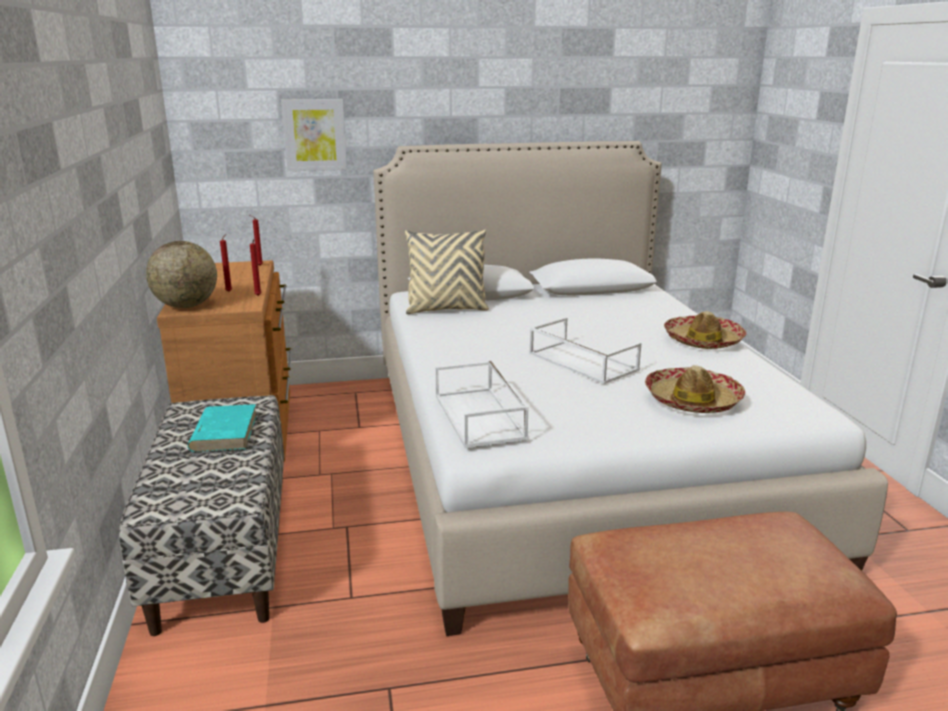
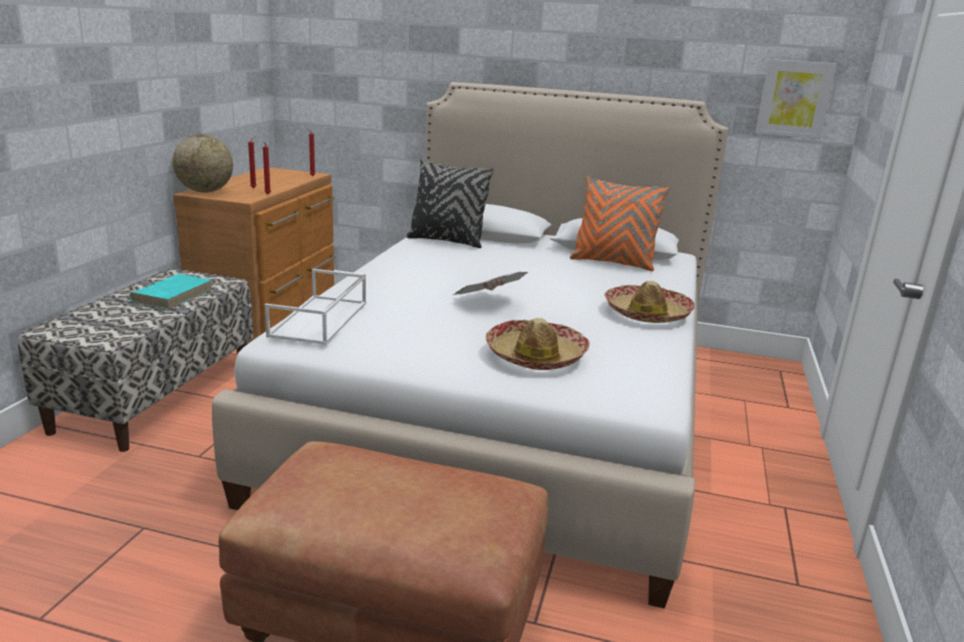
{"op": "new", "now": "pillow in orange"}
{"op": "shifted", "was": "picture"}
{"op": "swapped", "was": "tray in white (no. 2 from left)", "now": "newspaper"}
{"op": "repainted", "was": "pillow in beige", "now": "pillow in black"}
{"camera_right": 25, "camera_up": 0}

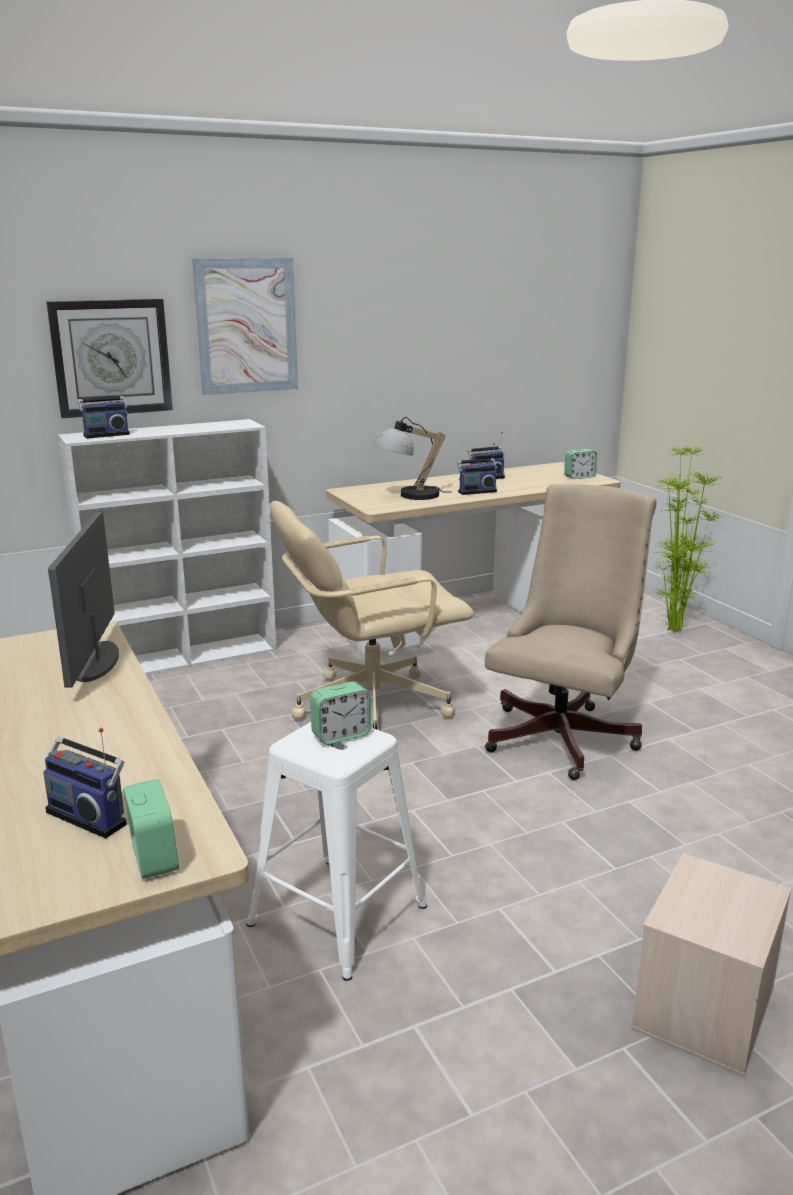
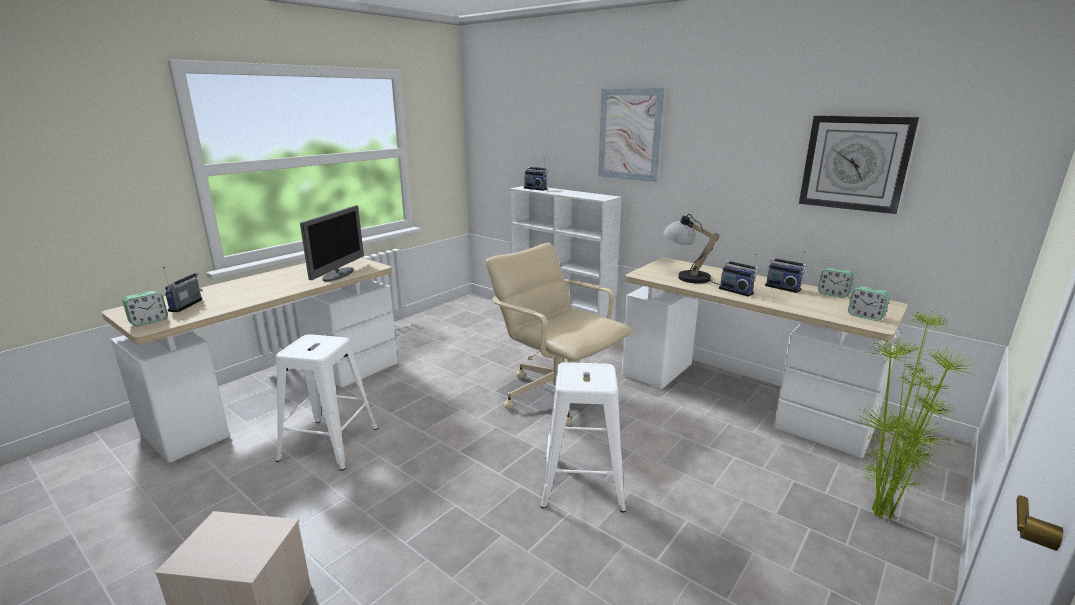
{"op": "shifted", "was": "wall clock"}
{"op": "shifted", "was": "alarm clock (no. 2 from left)"}
{"op": "swapped", "was": "office chair in beige (no. 2 from left)", "now": "stool in white (no. 2 from left)"}
{"op": "rotated", "was": "monitor", "clockwise": 135}
{"camera_right": 65, "camera_up": 0}

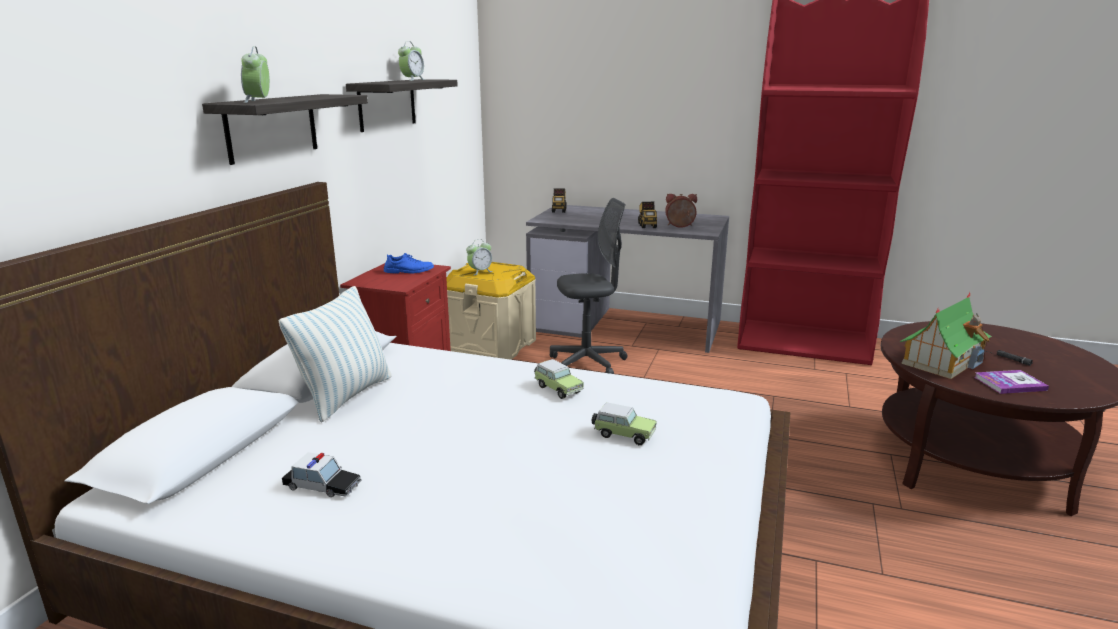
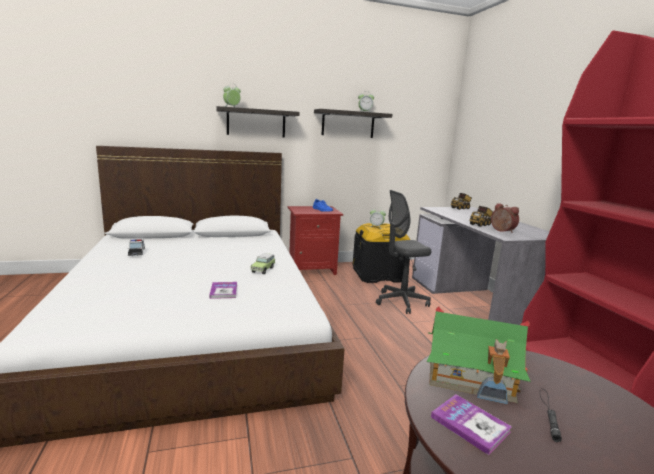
{"op": "gone", "was": "pillow"}
{"op": "swapped", "was": "toy car (no. 3 from left)", "now": "book (no. 1 from left)"}
{"op": "repainted", "was": "storage box in beige", "now": "storage box in black"}
{"op": "rotated", "was": "office chair in grey", "clockwise": 120}
{"camera_right": 55, "camera_up": -5}

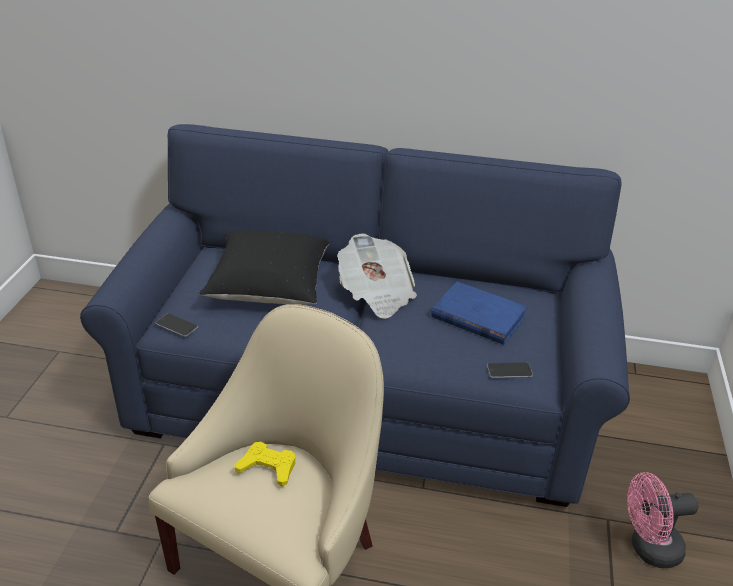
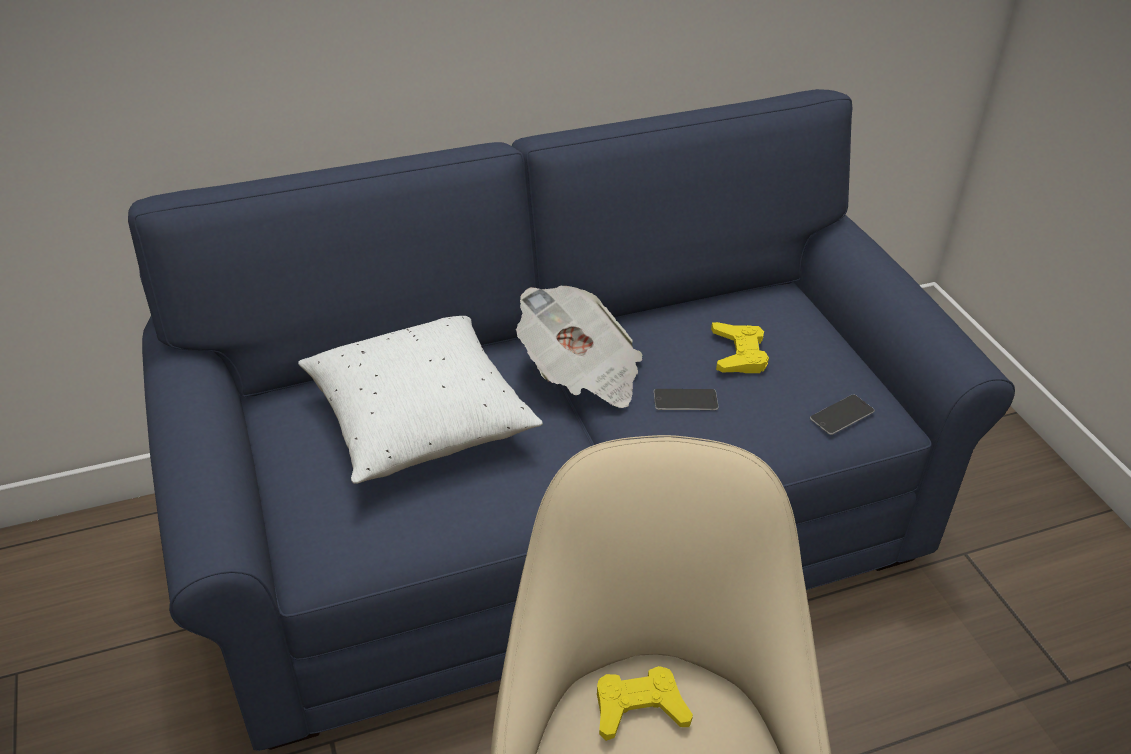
{"op": "gone", "was": "fan in pink"}
{"op": "shifted", "was": "phone (no. 1 from left)"}
{"op": "swapped", "was": "book in blue", "now": "game controller in yellow (no. 2 from left)"}
{"op": "repainted", "was": "pillow in black", "now": "pillow in white"}
{"camera_right": -30, "camera_up": 5}

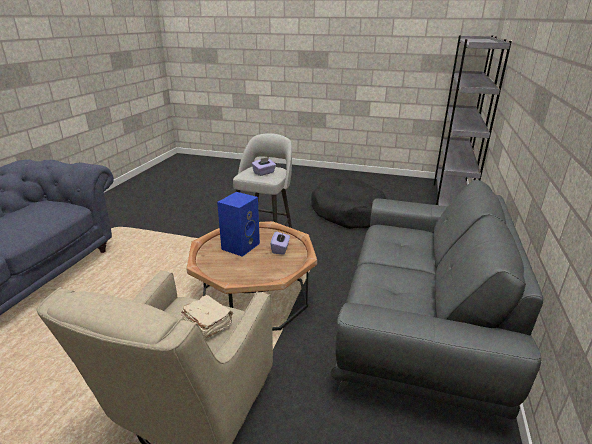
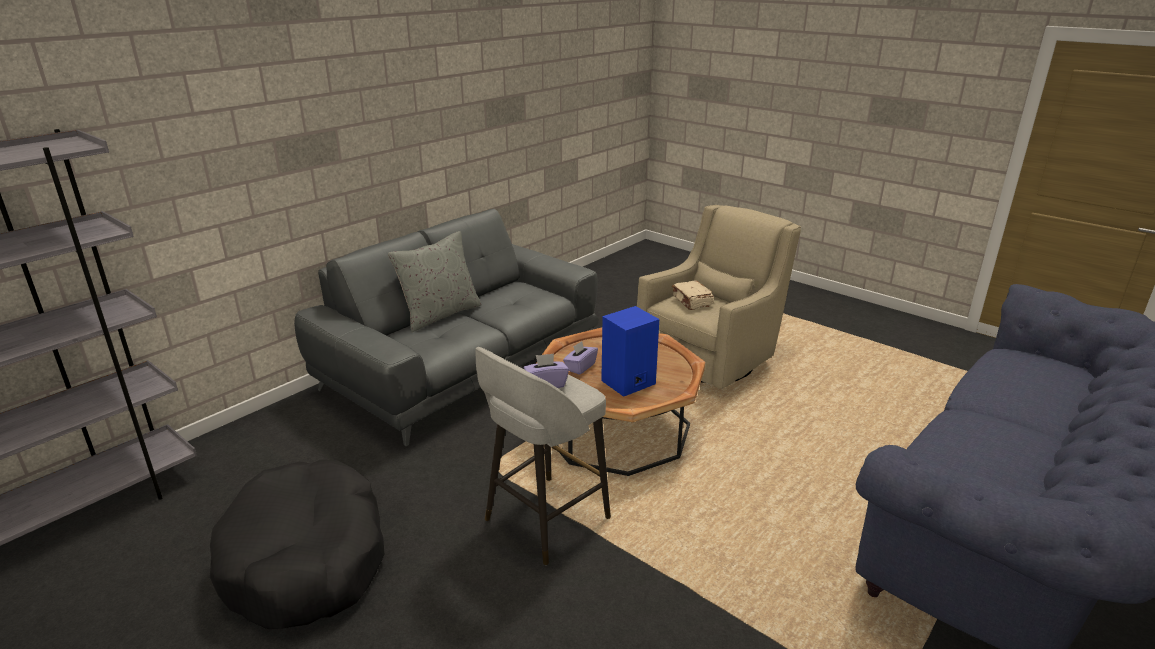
{"op": "new", "now": "pillow in grey"}
{"camera_right": -155, "camera_up": 0}

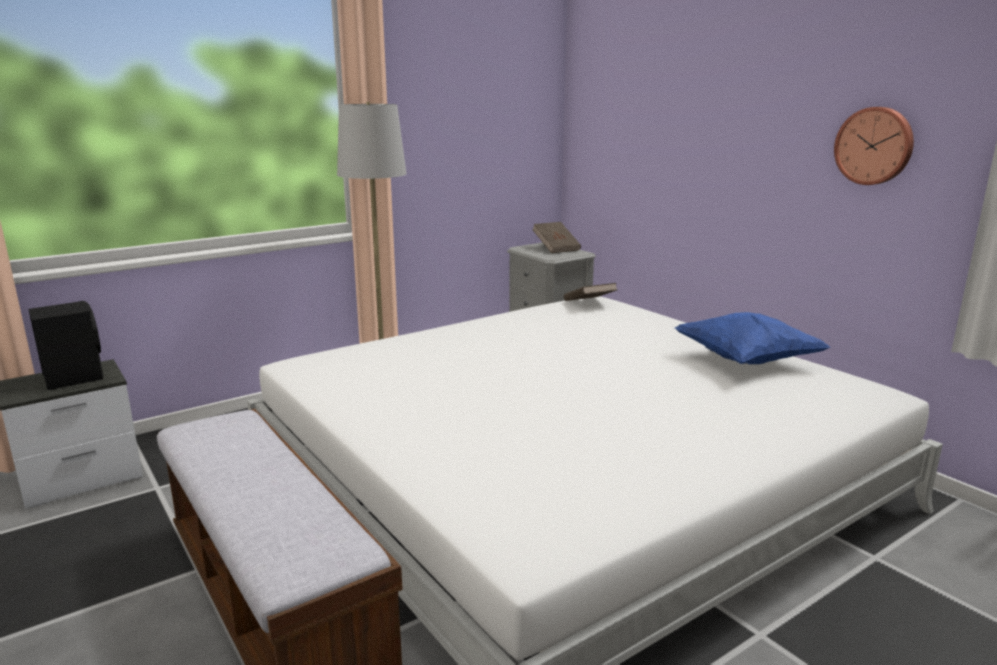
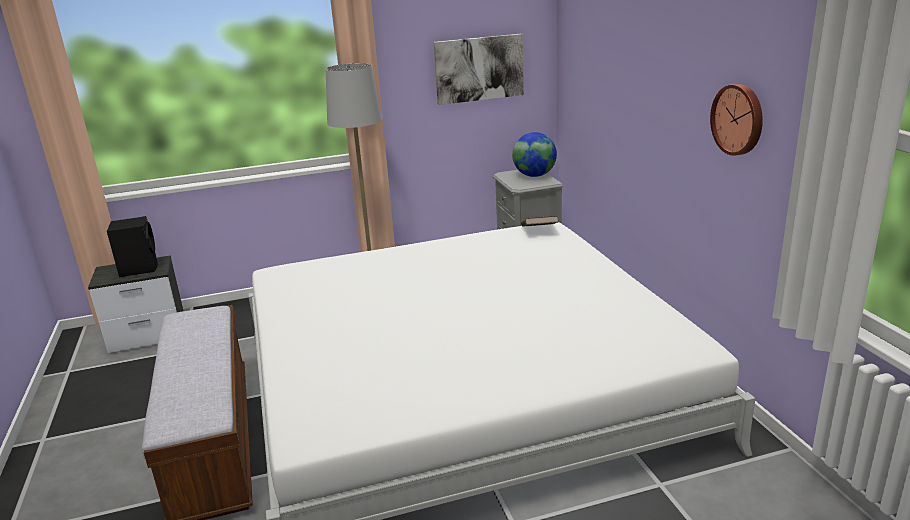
{"op": "gone", "was": "pillow in blue"}
{"op": "new", "now": "picture"}
{"op": "swapped", "was": "book in brown (no. 1 from left)", "now": "globe"}
{"camera_right": 20, "camera_up": 5}

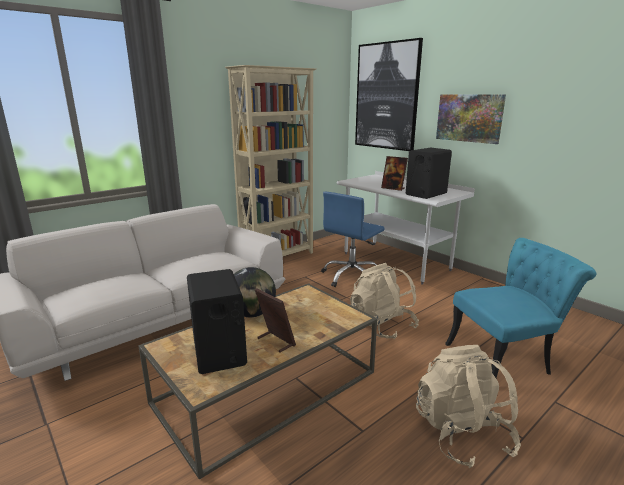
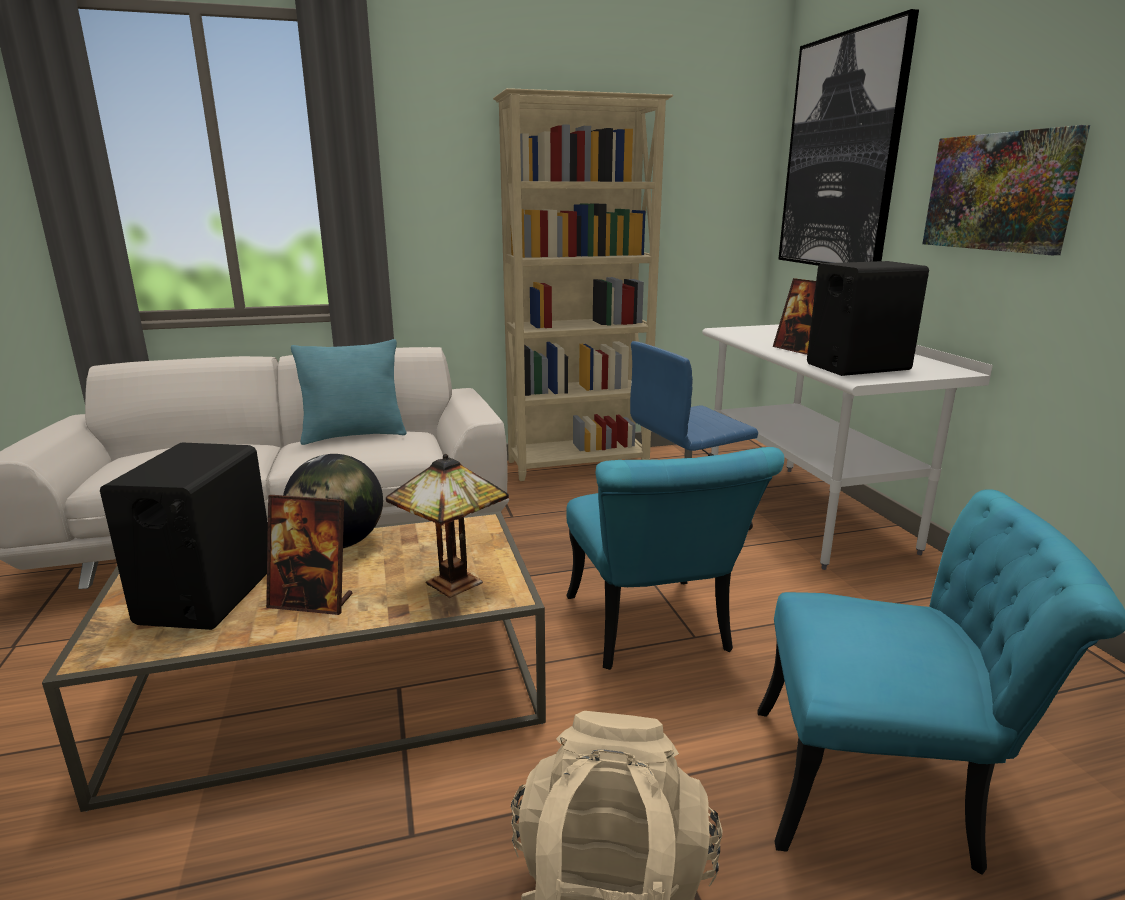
{"op": "new", "now": "pillow in turquoise"}
{"op": "new", "now": "table lamp"}
{"op": "swapped", "was": "backpack in beige (no. 1 from left)", "now": "chair in turquoise (no. 1 from left)"}
{"op": "rotated", "was": "picture frame (no. 1 from left)", "clockwise": 120}
{"camera_right": 25, "camera_up": 0}

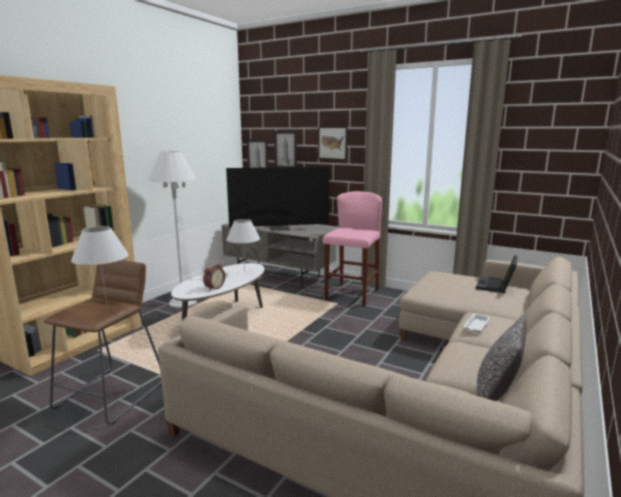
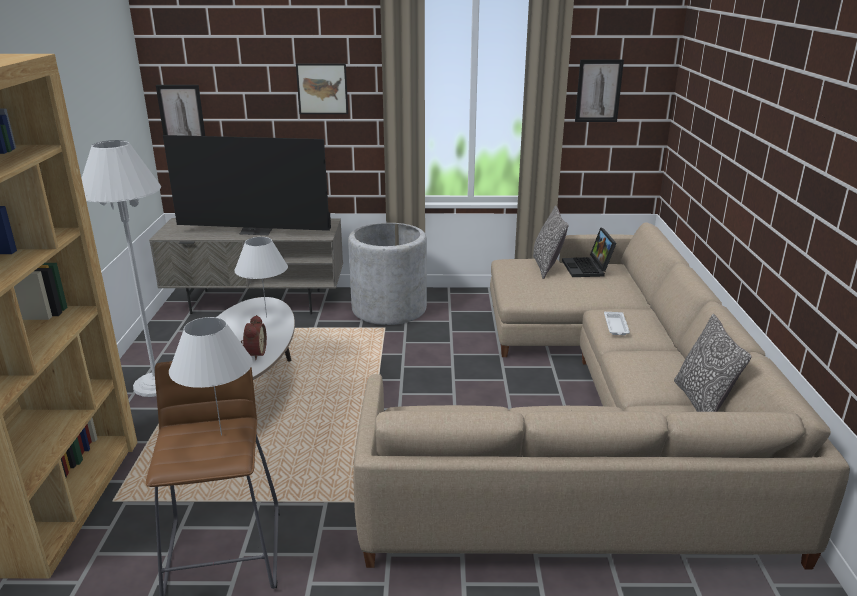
{"op": "new", "now": "pillow (no. 1 from left)"}
{"op": "shifted", "was": "picture (no. 2 from left in the first image)", "now": "picture (no. 3 from left)"}
{"op": "swapped", "was": "stool in pink", "now": "planter in grey"}
{"op": "rotated", "was": "television", "clockwise": 45}
{"camera_right": -30, "camera_up": 10}

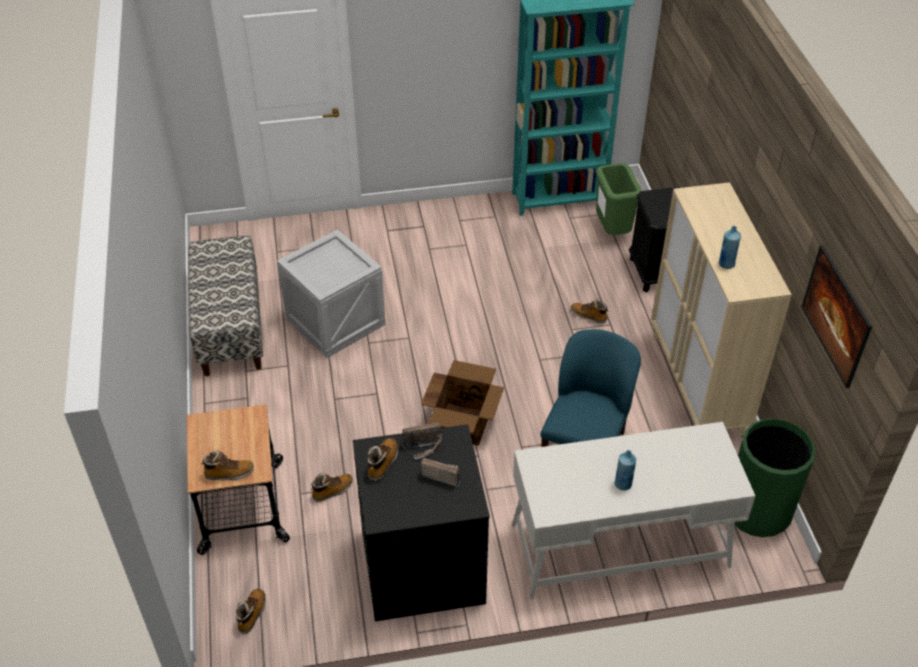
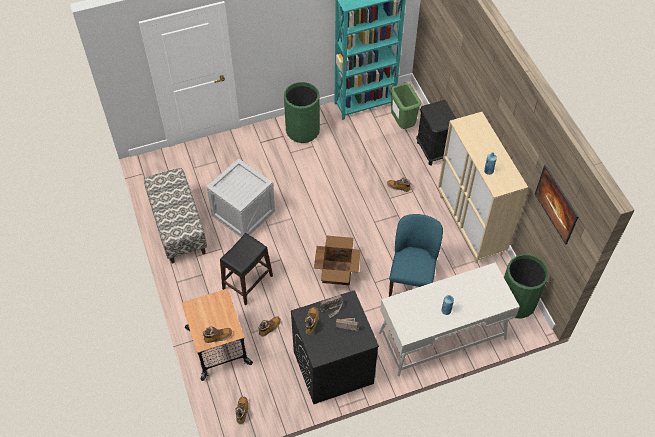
{"op": "new", "now": "stool in black"}
{"op": "new", "now": "trash can in green (no. 1 from left)"}
{"camera_right": -10, "camera_up": 10}

